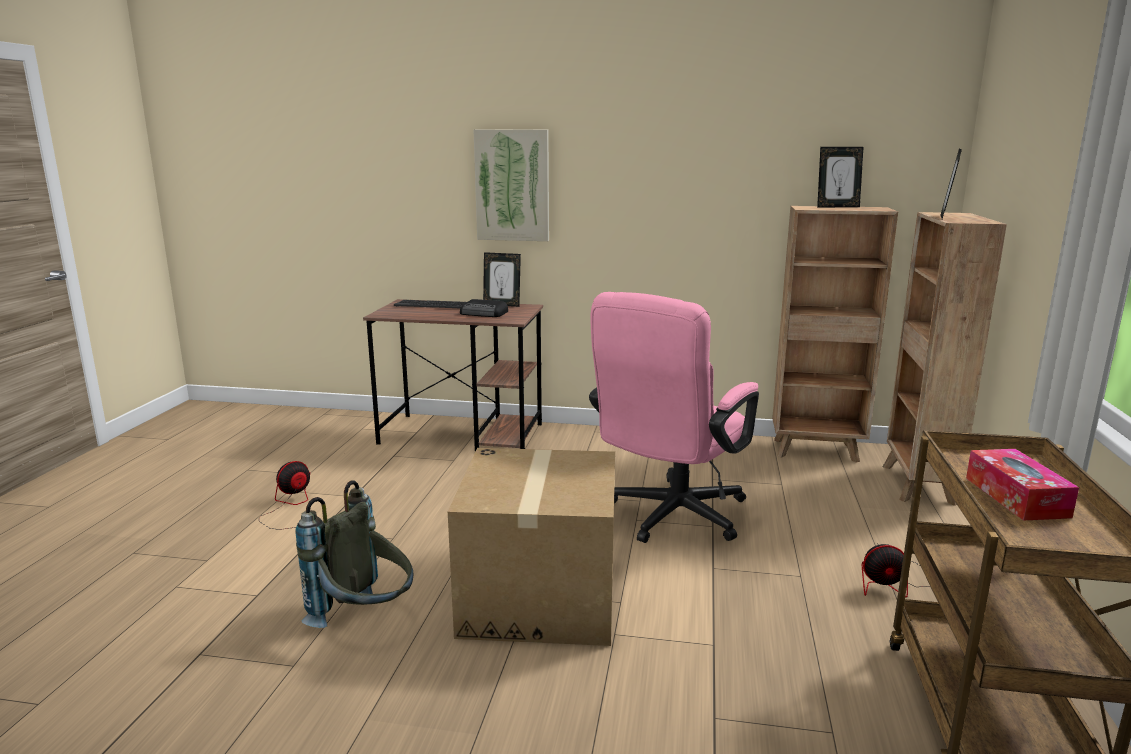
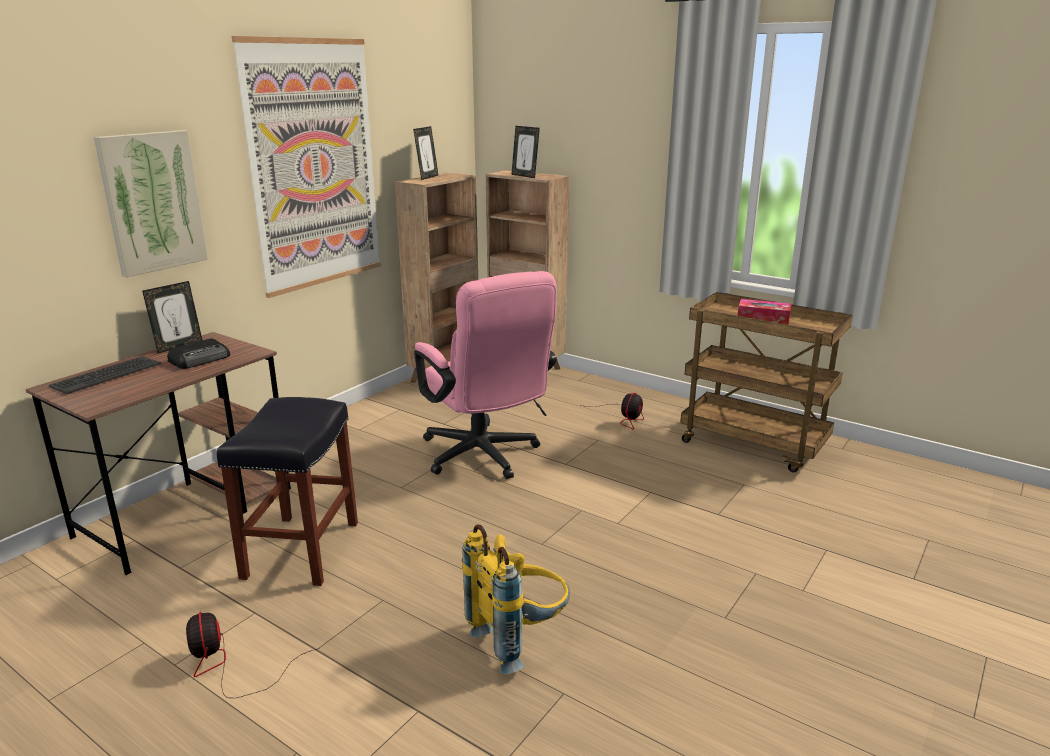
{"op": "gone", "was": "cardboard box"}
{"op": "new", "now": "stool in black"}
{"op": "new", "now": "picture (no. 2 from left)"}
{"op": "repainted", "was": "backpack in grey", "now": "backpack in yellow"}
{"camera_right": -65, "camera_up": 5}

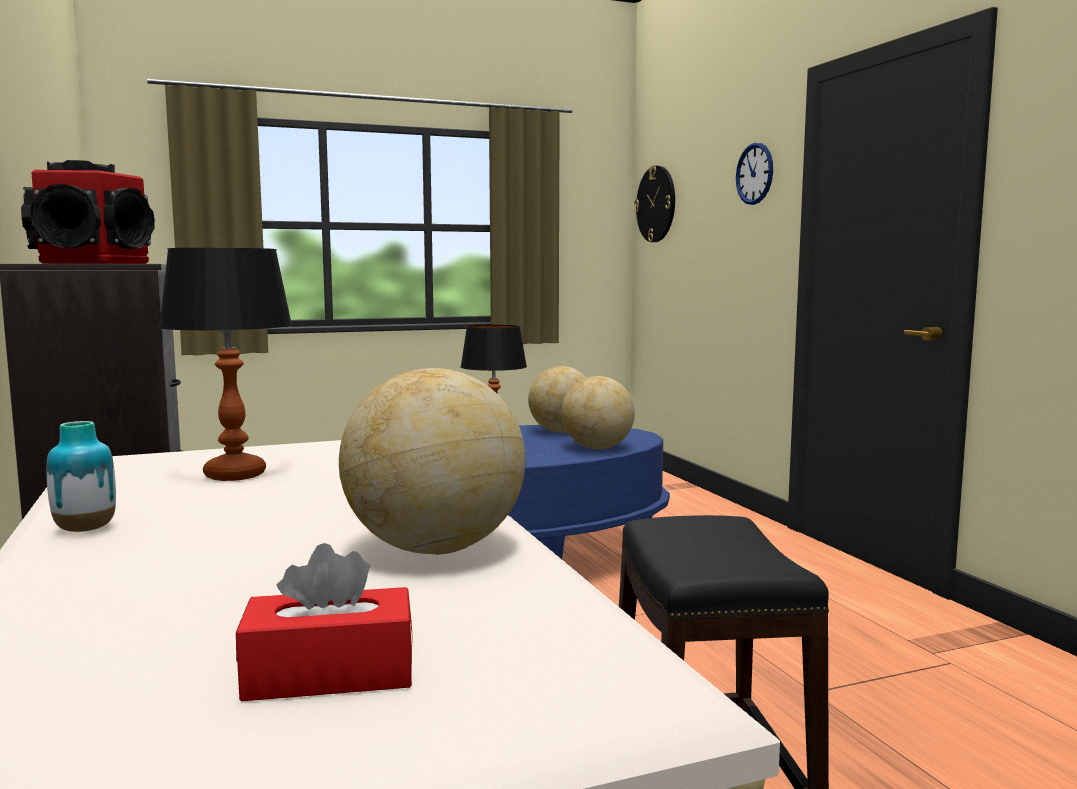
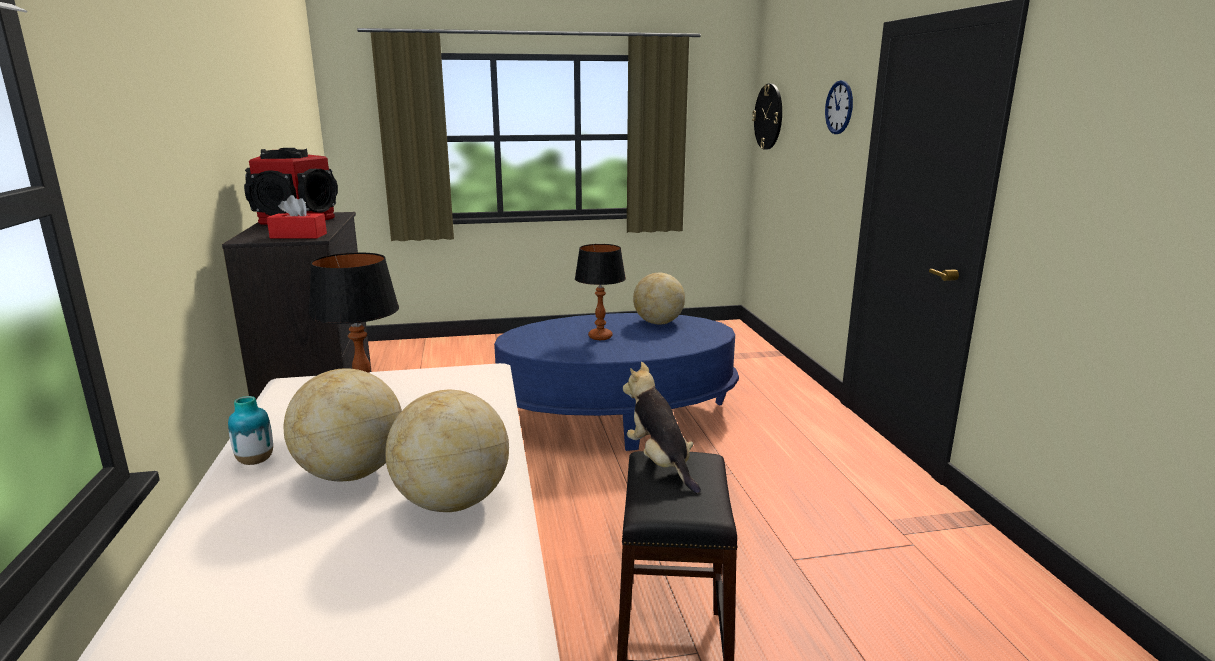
{"op": "new", "now": "plush toy"}
{"op": "shifted", "was": "tissue box in red"}
{"op": "shifted", "was": "globe (no. 3 from left in the first image)", "now": "globe (no. 1 from left)"}
{"camera_right": 10, "camera_up": 10}

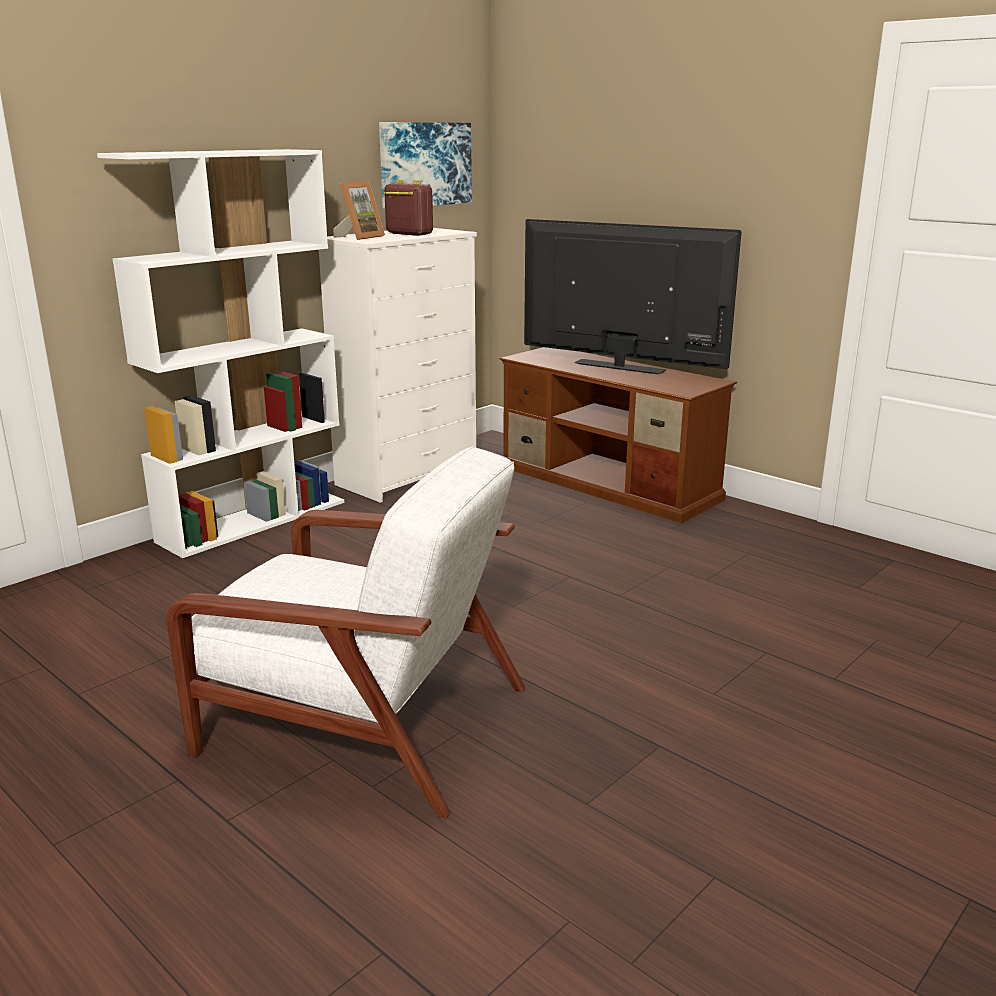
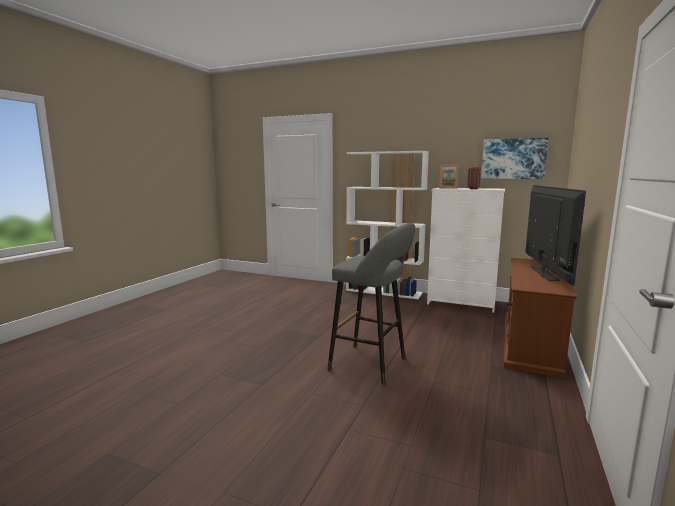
{"op": "gone", "was": "armchair in white"}
{"op": "new", "now": "stool in grey"}
{"camera_right": 70, "camera_up": -10}

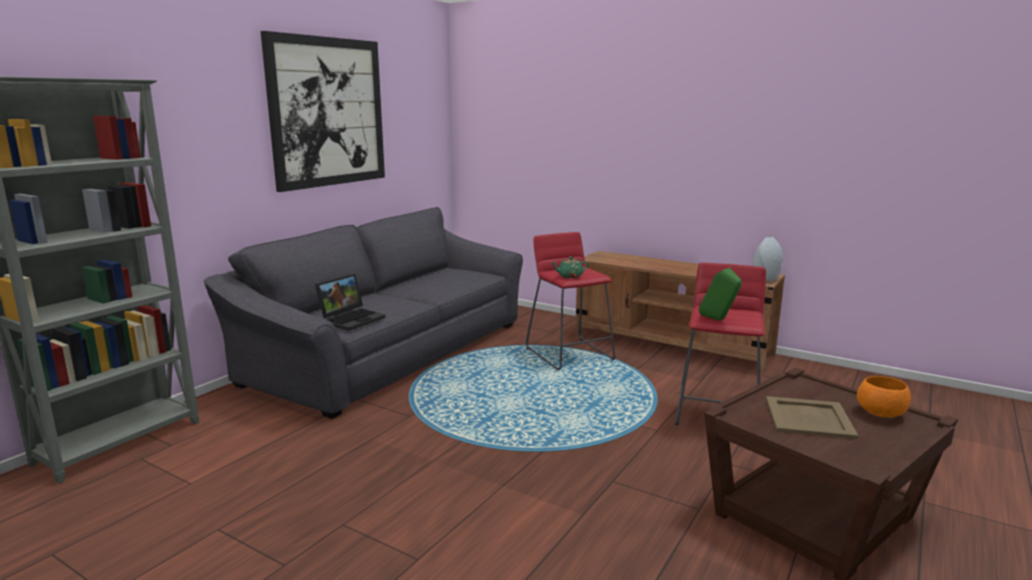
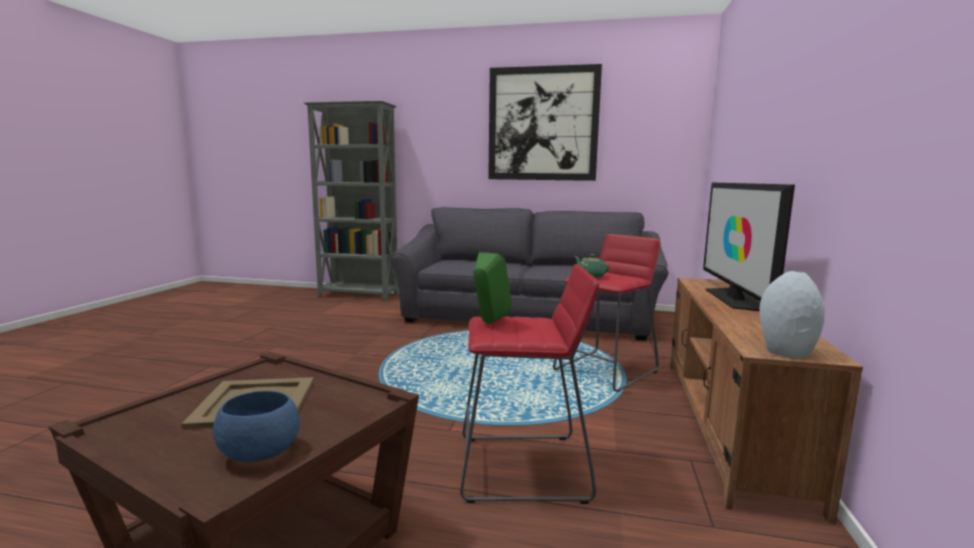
{"op": "gone", "was": "laptop"}
{"op": "new", "now": "television"}
{"op": "repainted", "was": "bowl in orange", "now": "bowl in blue"}
{"camera_right": 70, "camera_up": -5}

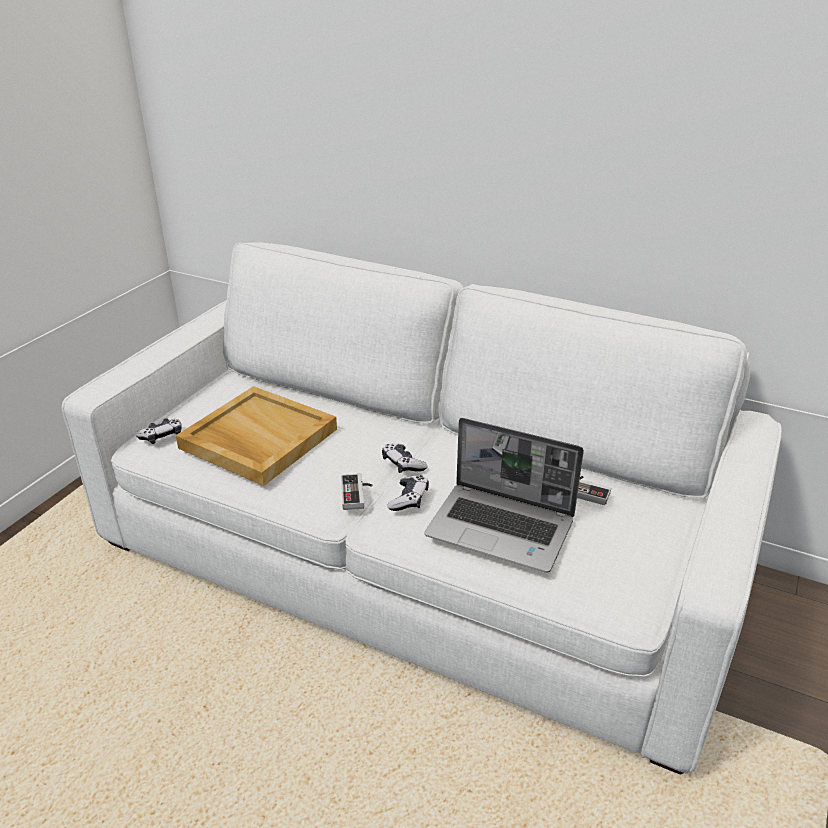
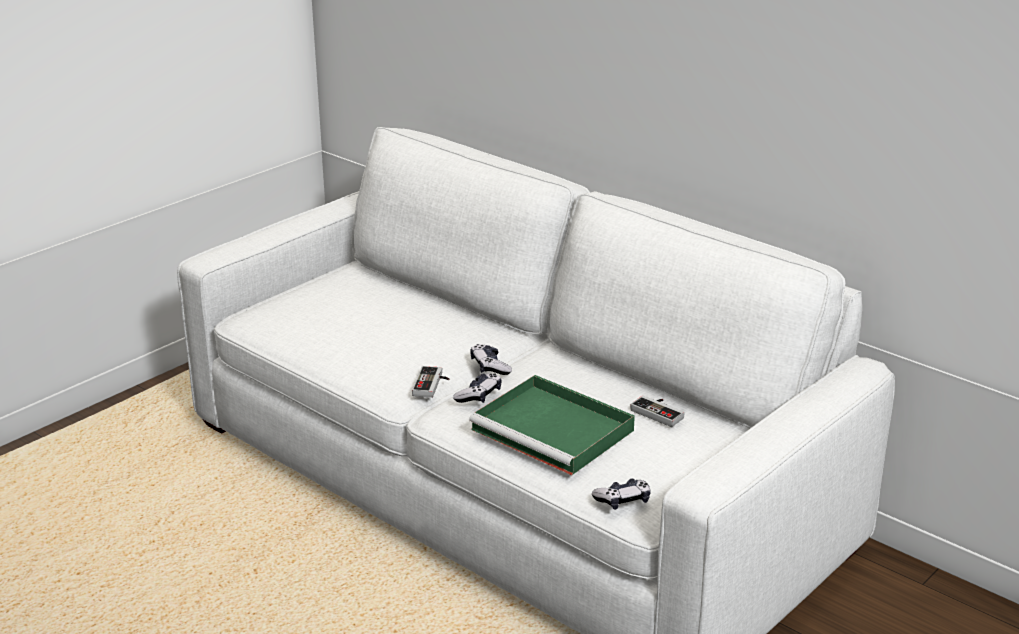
{"op": "gone", "was": "tray in beige"}
{"op": "shifted", "was": "game controller (no. 1 from left in the first image)", "now": "game controller (no. 4 from left)"}
{"op": "swapped", "was": "laptop", "now": "tray in green"}
{"camera_right": 15, "camera_up": -5}

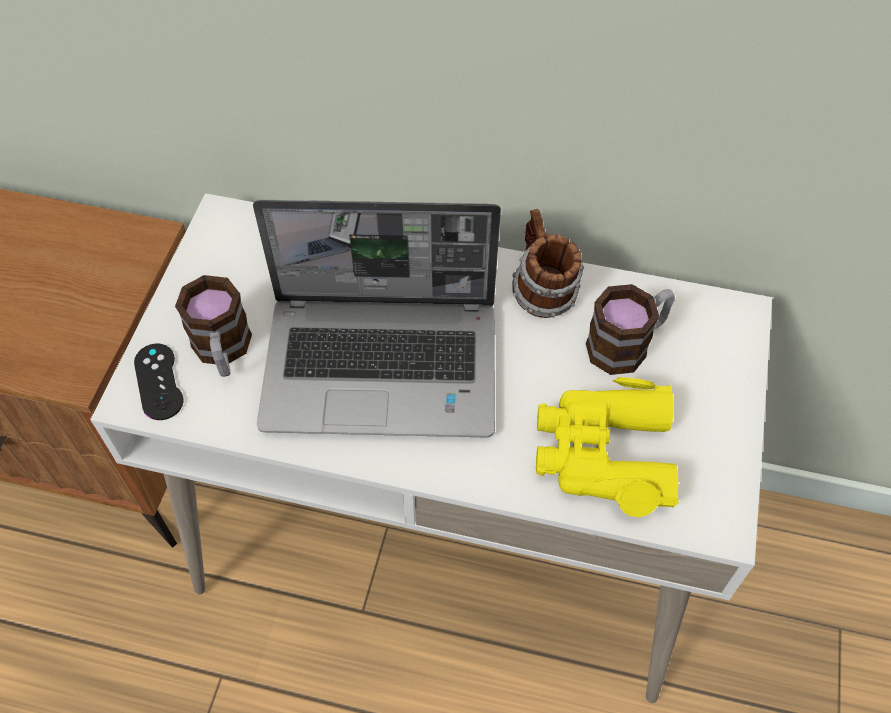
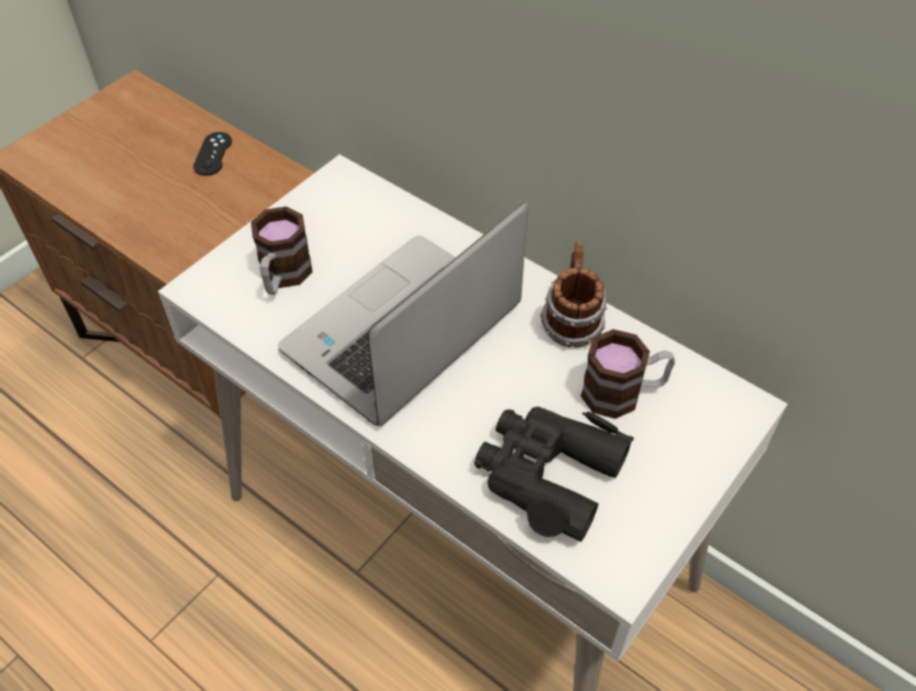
{"op": "shifted", "was": "game controller in black"}
{"op": "repainted", "was": "binoculars in yellow", "now": "binoculars in black"}
{"op": "rotated", "was": "laptop", "clockwise": 105}
{"camera_right": 25, "camera_up": -5}

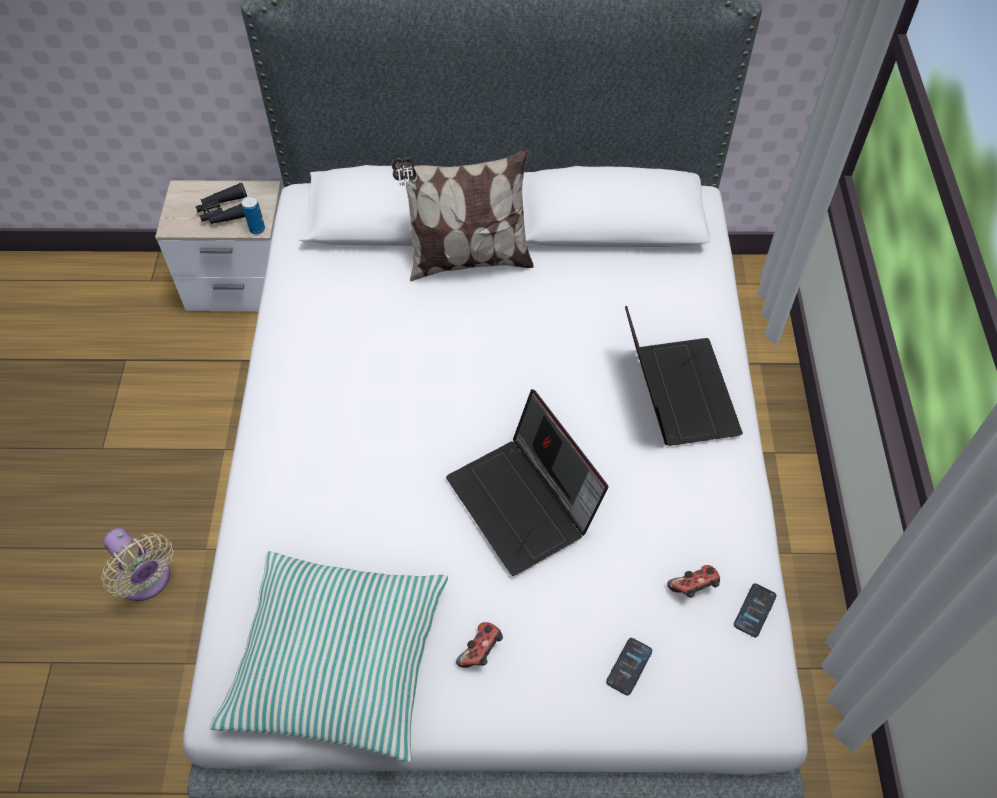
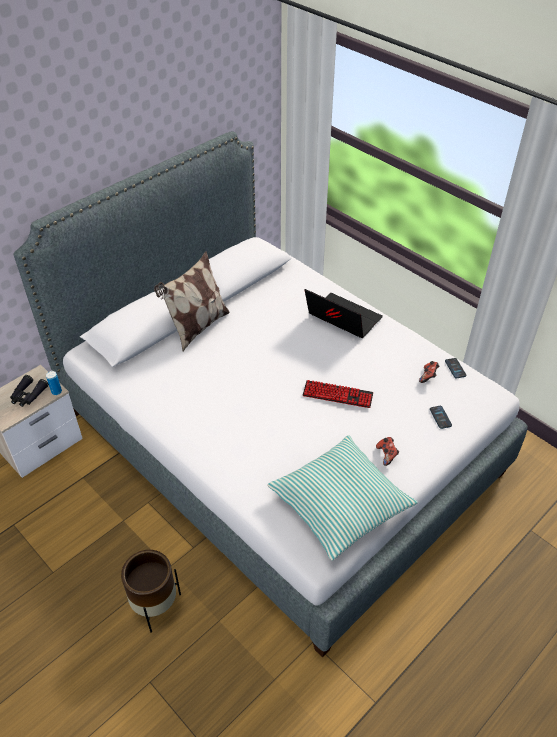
{"op": "swapped", "was": "fan in beige", "now": "planter in brown"}
{"op": "swapped", "was": "laptop (no. 1 from left)", "now": "keyboard"}
{"camera_right": -45, "camera_up": -10}

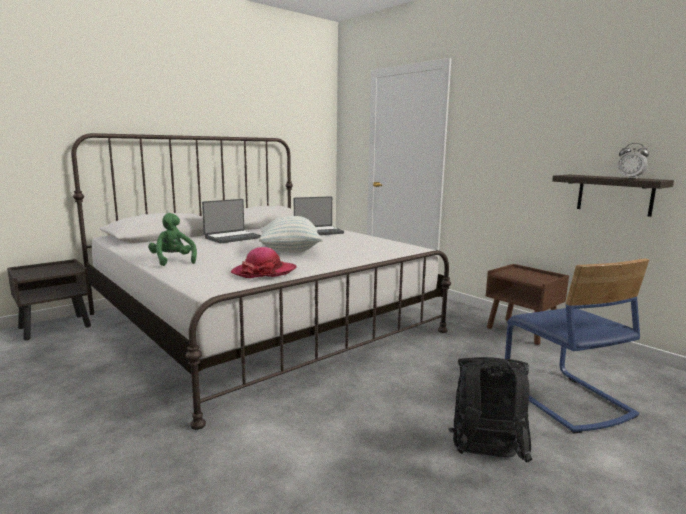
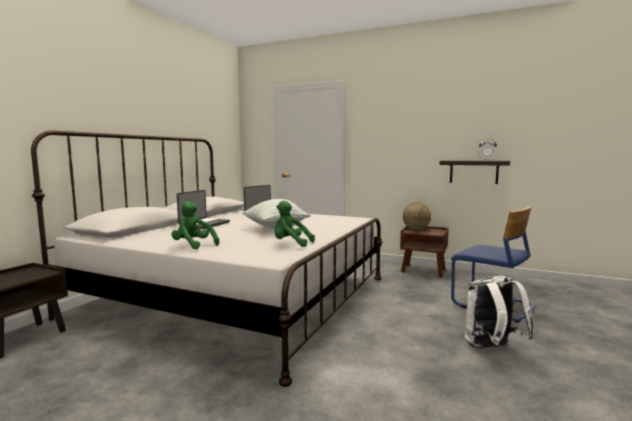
{"op": "new", "now": "globe"}
{"op": "swapped", "was": "hat", "now": "plush toy in green (no. 2 from left)"}
{"op": "repainted", "was": "backpack in black", "now": "backpack in white"}
{"camera_right": -25, "camera_up": -5}

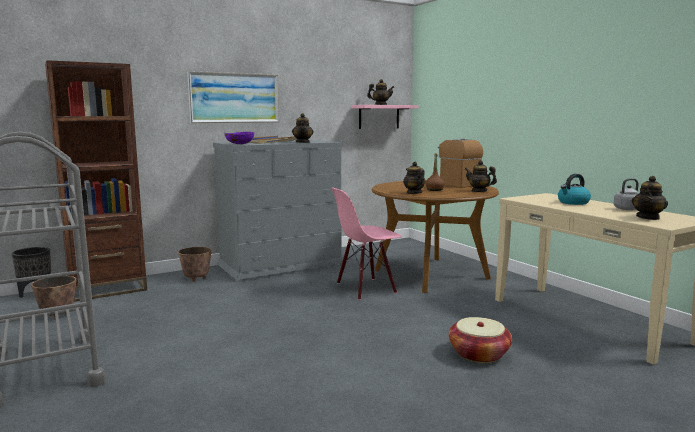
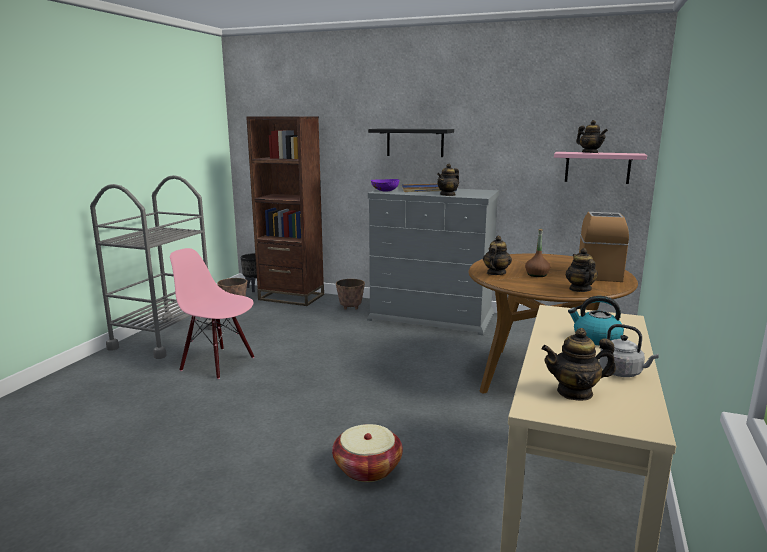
{"op": "shifted", "was": "chair in pink"}
{"op": "swapped", "was": "picture", "now": "shelf in black"}
{"camera_right": 50, "camera_up": 5}

